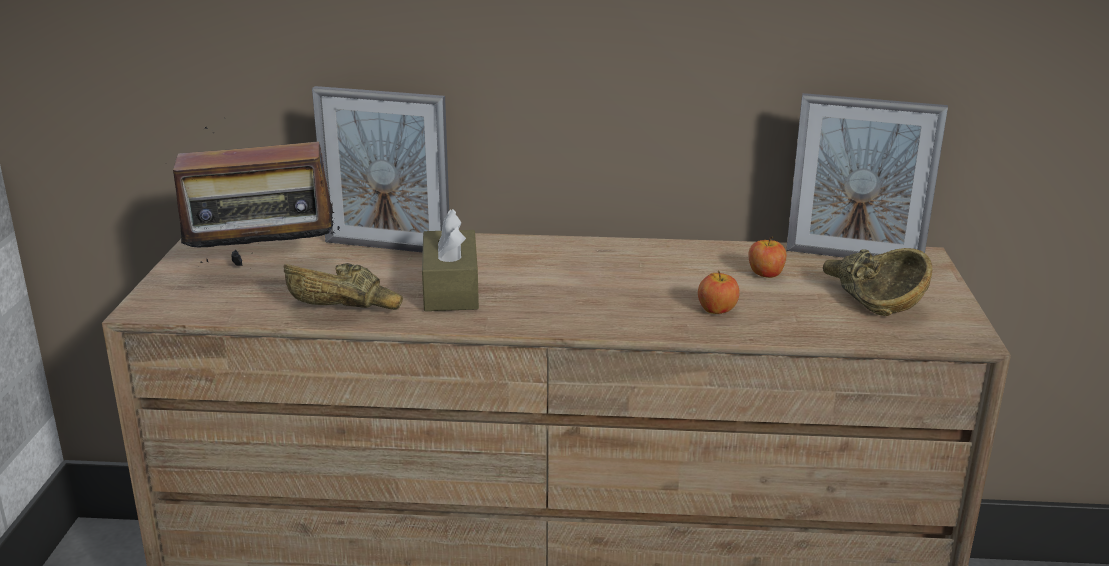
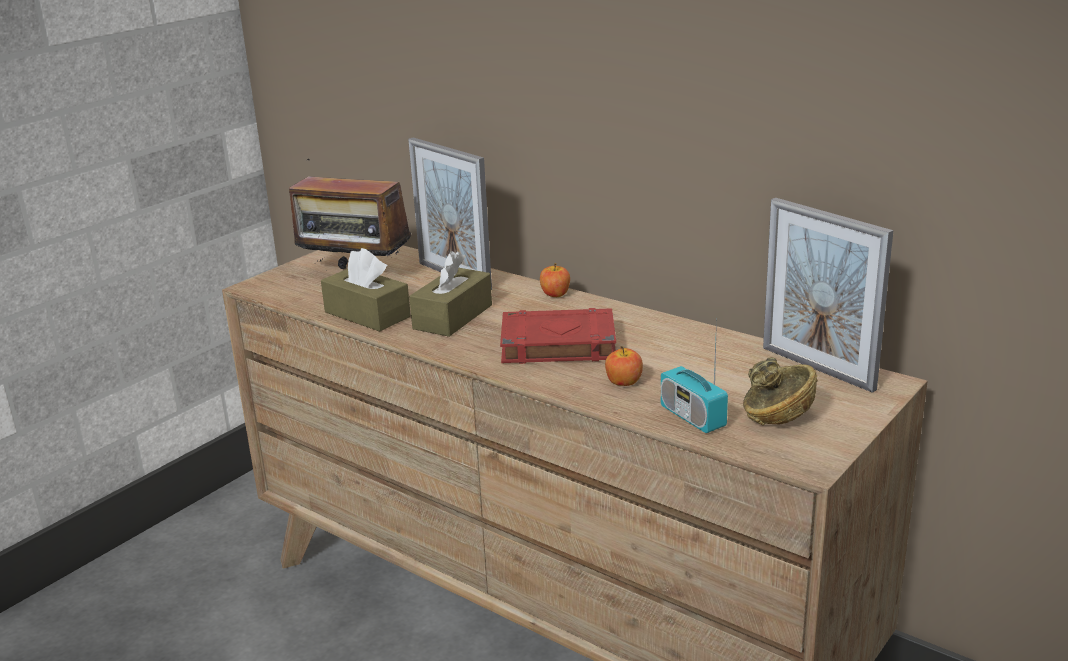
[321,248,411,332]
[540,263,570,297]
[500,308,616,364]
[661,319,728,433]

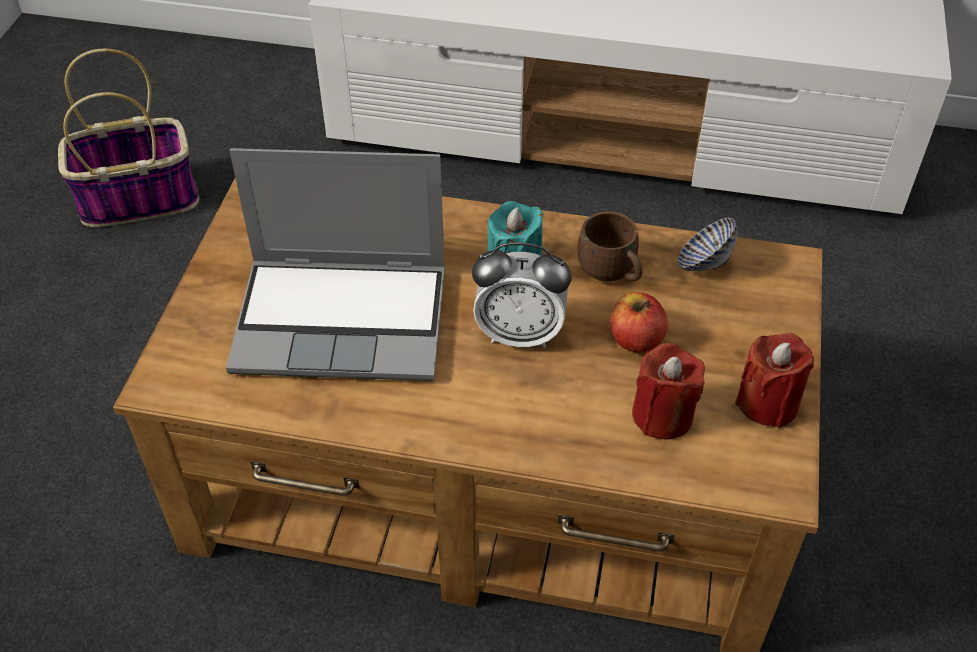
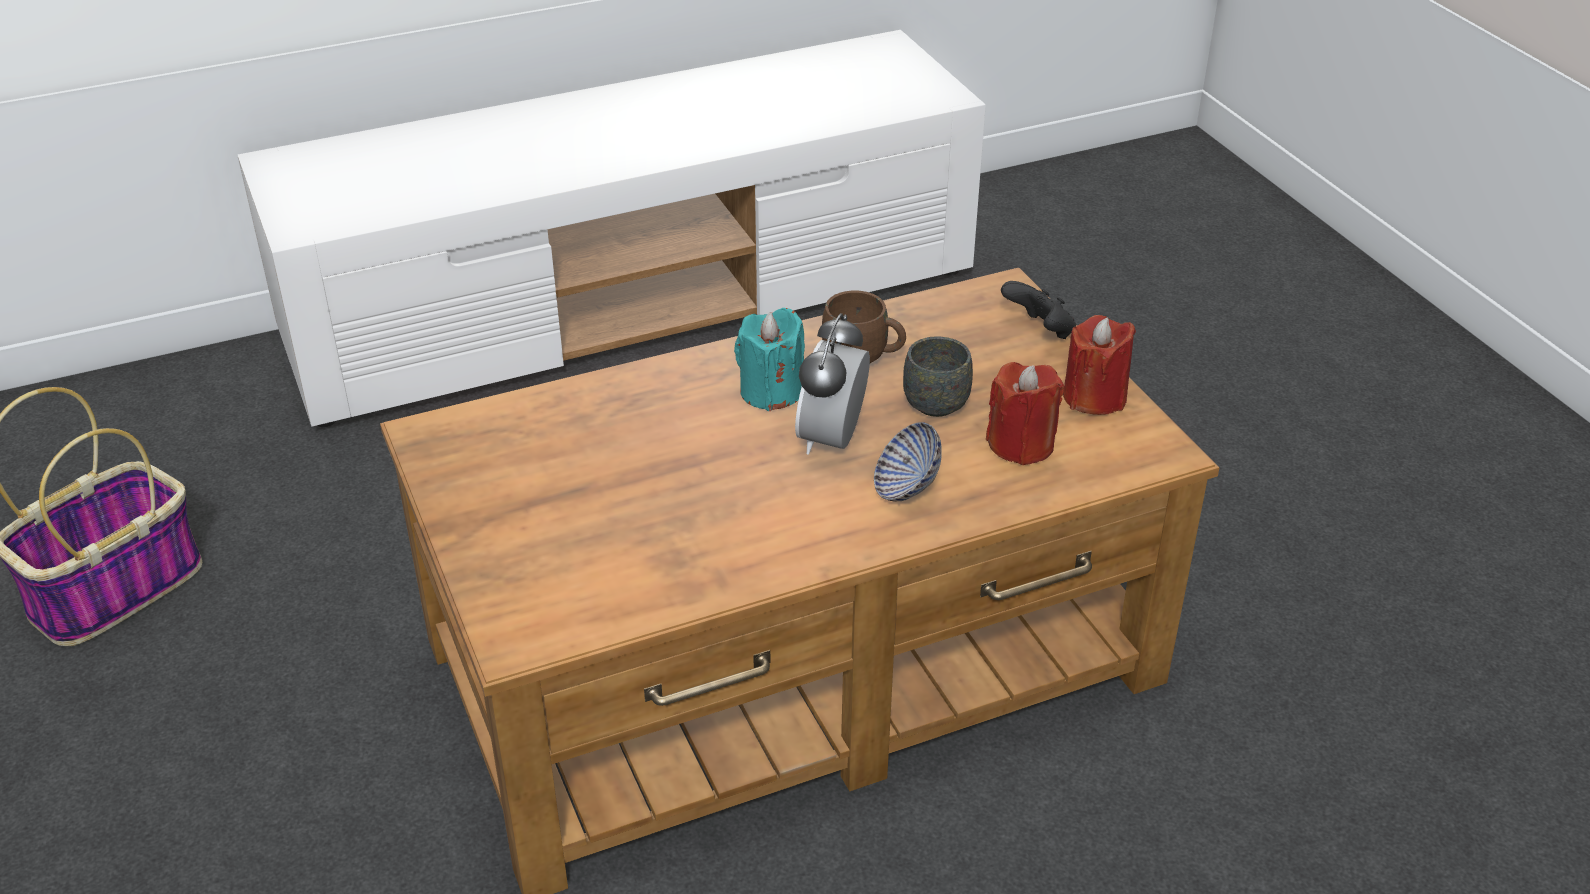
[226,148,445,381] (first image)
[795,313,870,455]
[903,336,973,417]
[874,422,942,501]
[1001,281,1076,339]

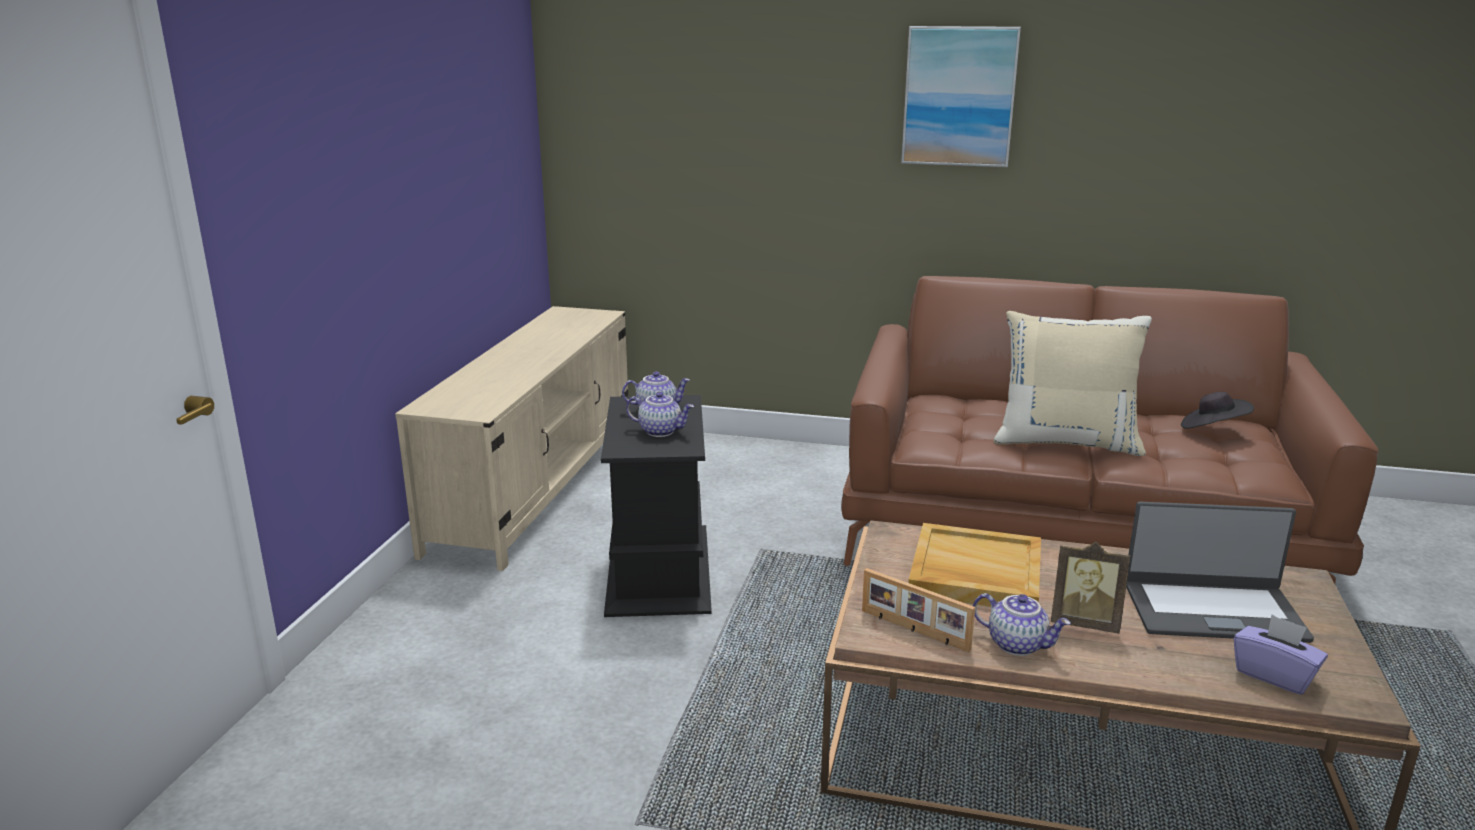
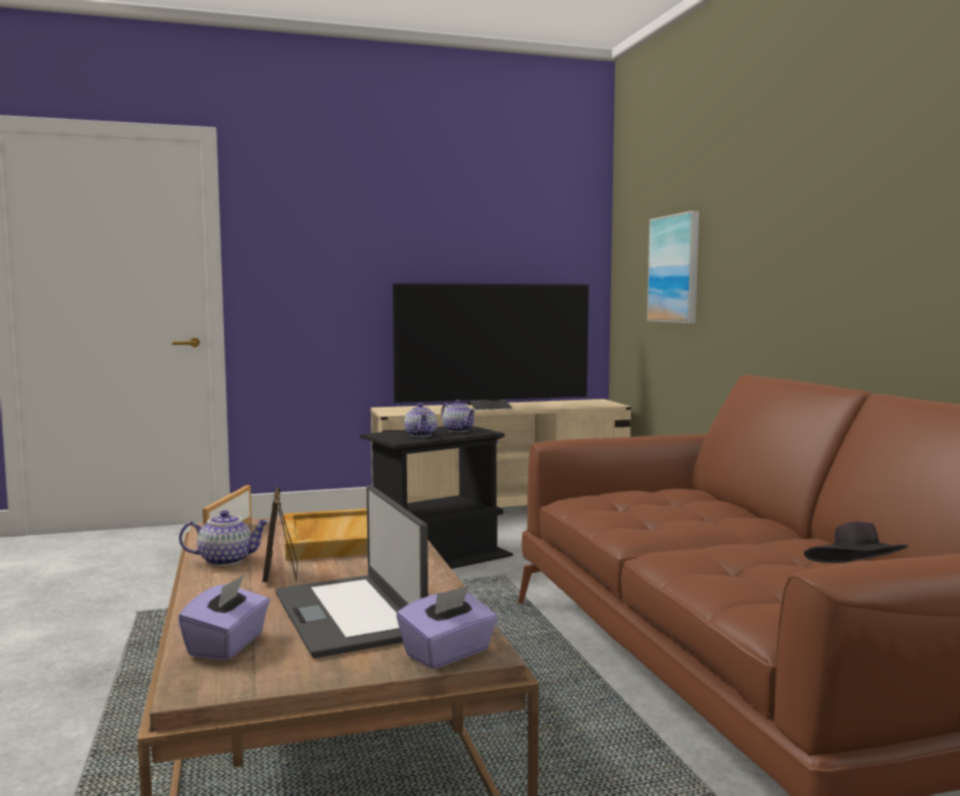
[647,211,699,323]
[179,510,270,566]
[993,311,1152,456] (first image)
[393,283,589,410]
[396,585,498,669]

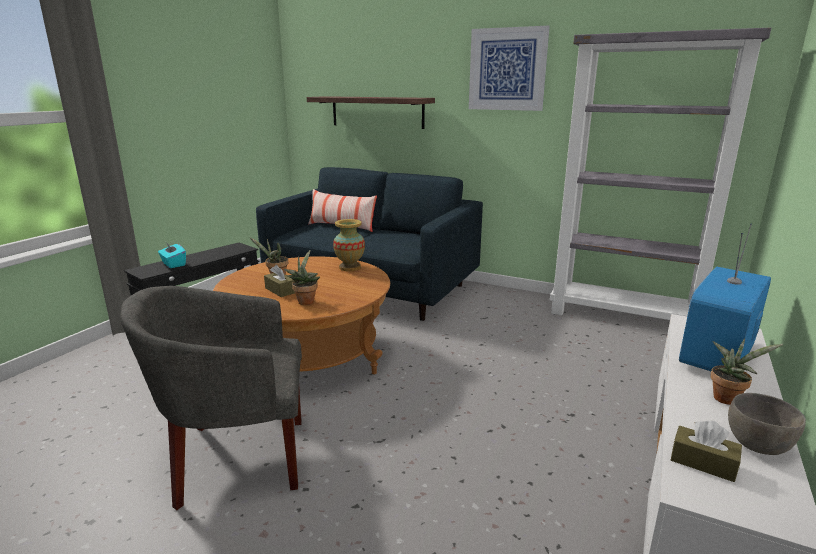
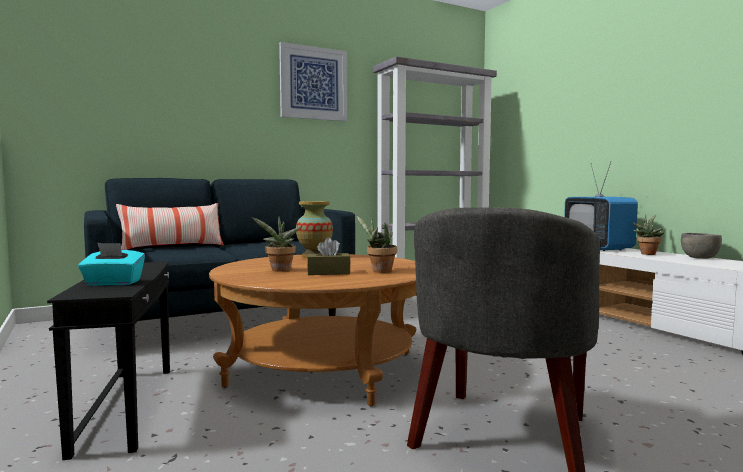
[307,96,435,129] (first image)
[671,421,742,482] (first image)

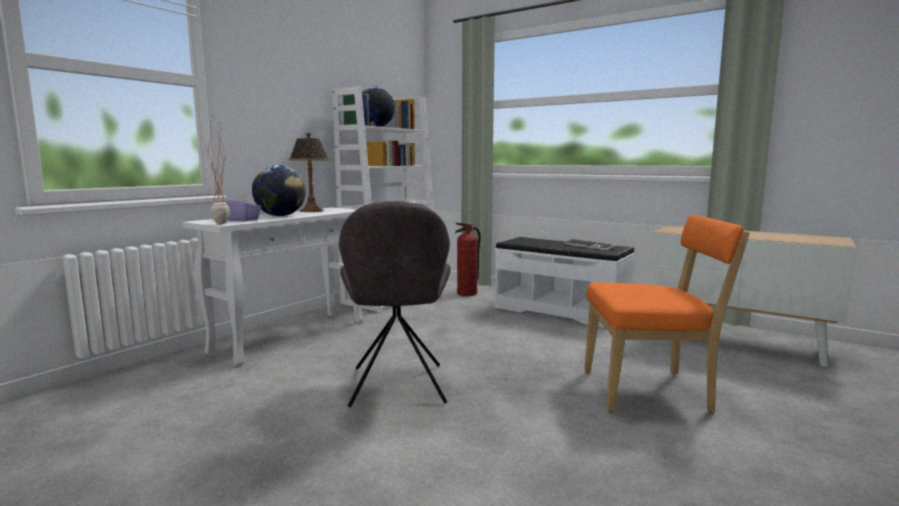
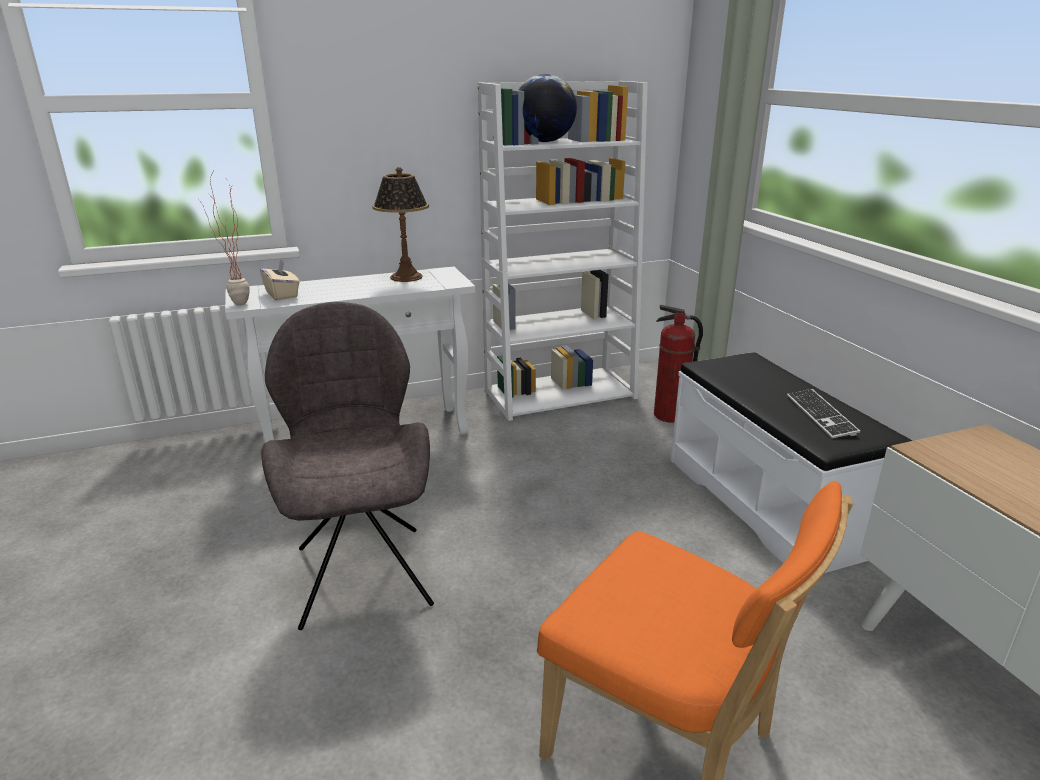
[260,259,300,301]
[252,165,306,216] (first image)
[261,302,434,630]

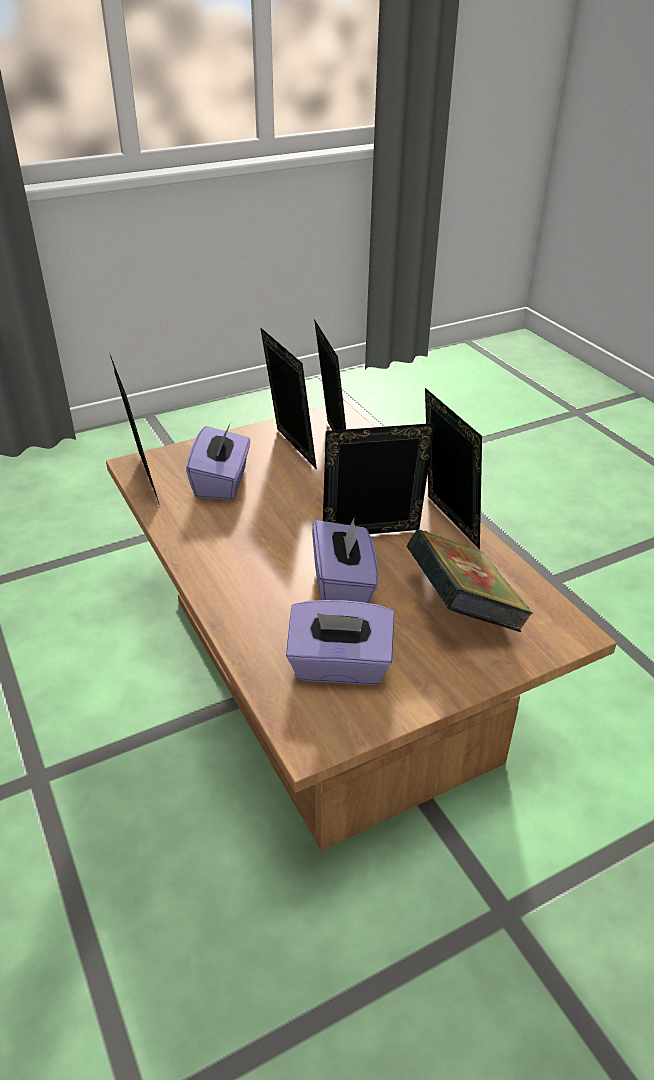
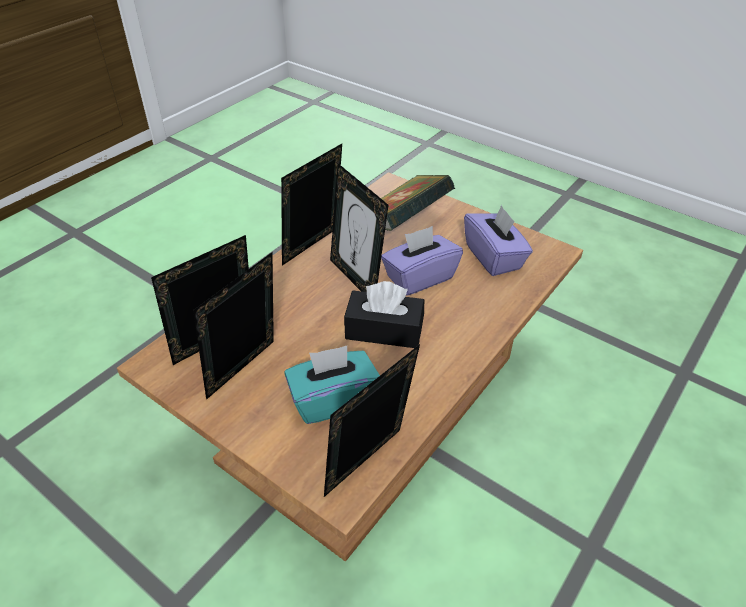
[284,346,380,424]
[344,281,424,348]

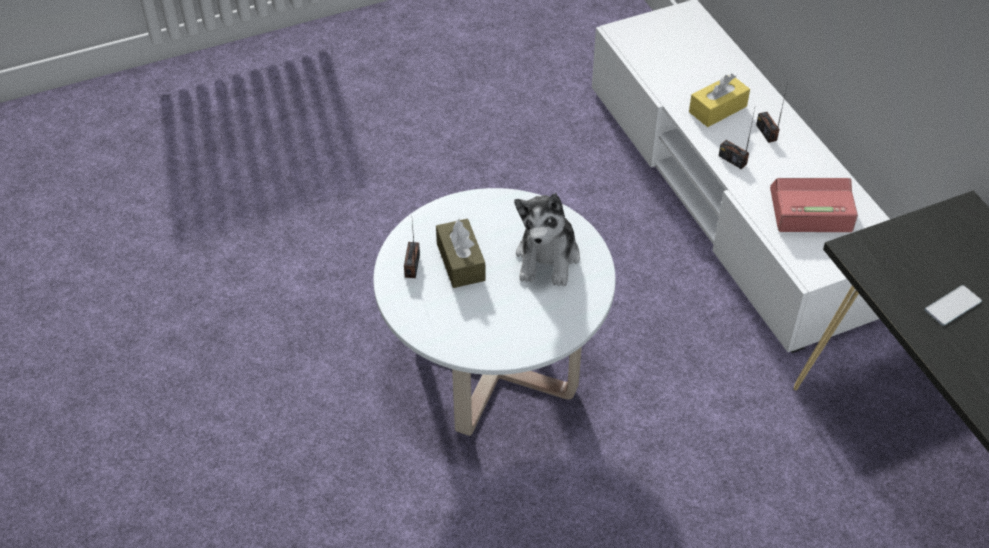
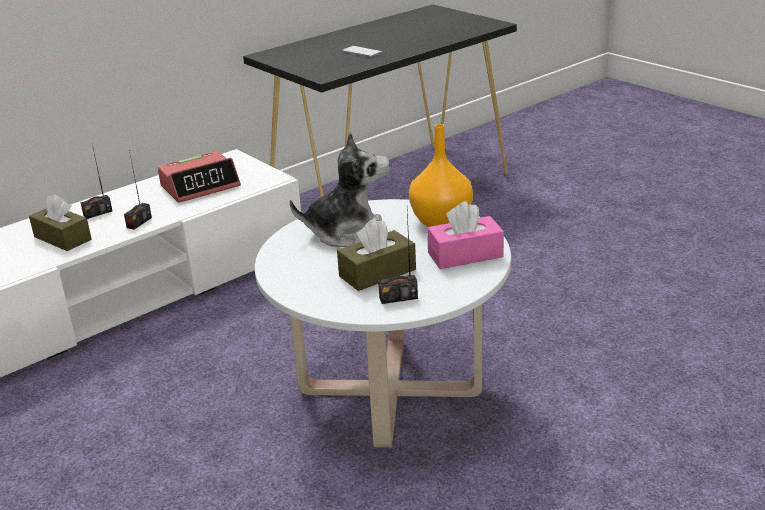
[29,194,91,251]
[158,151,241,203]
[409,124,473,227]
[427,201,504,269]

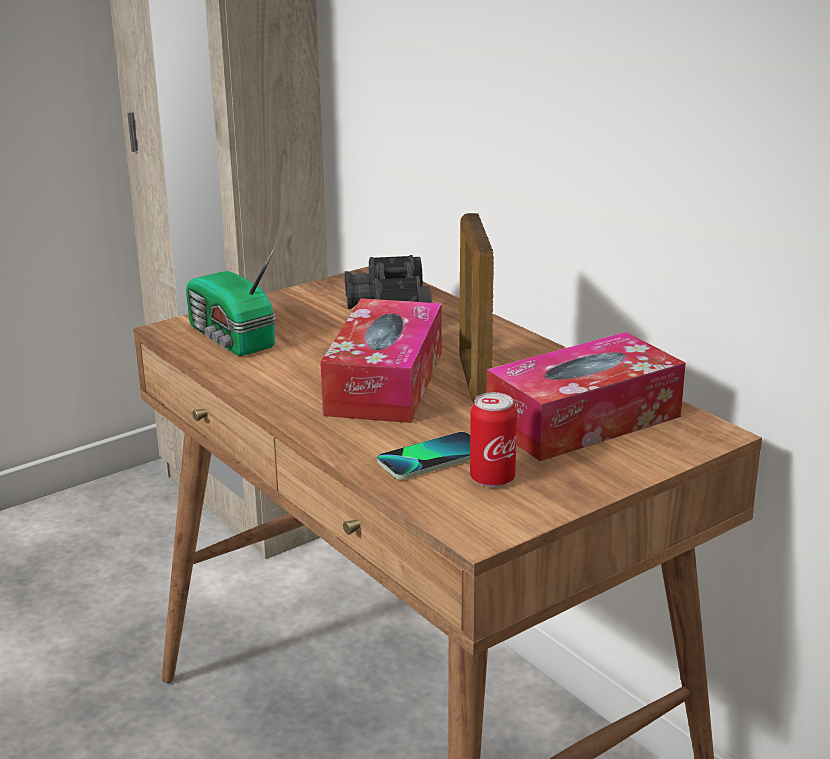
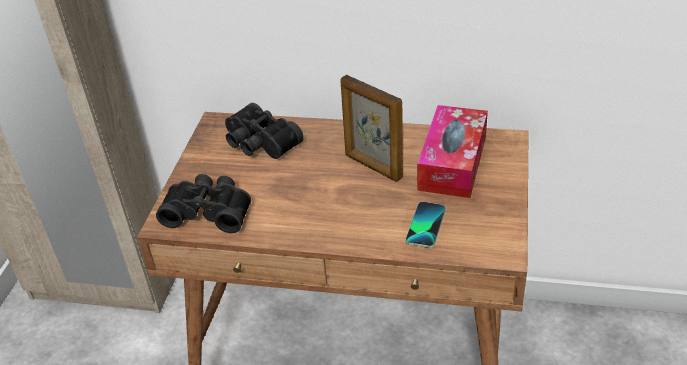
[156,174,251,233]
[320,298,442,423] (first image)
[470,392,517,487] (first image)

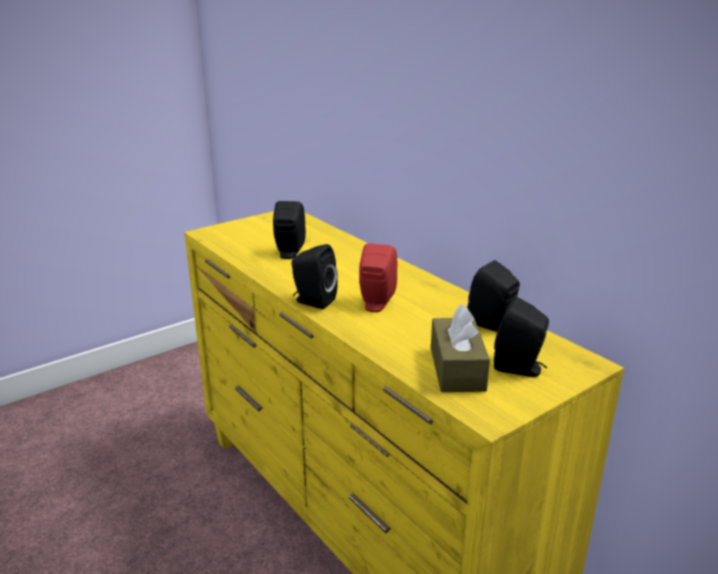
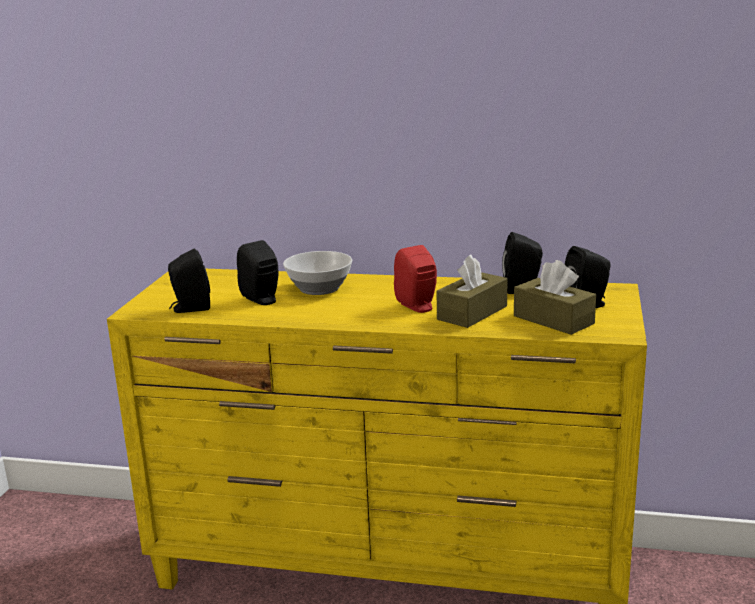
[168,248,210,313]
[283,251,352,295]
[436,255,508,328]

